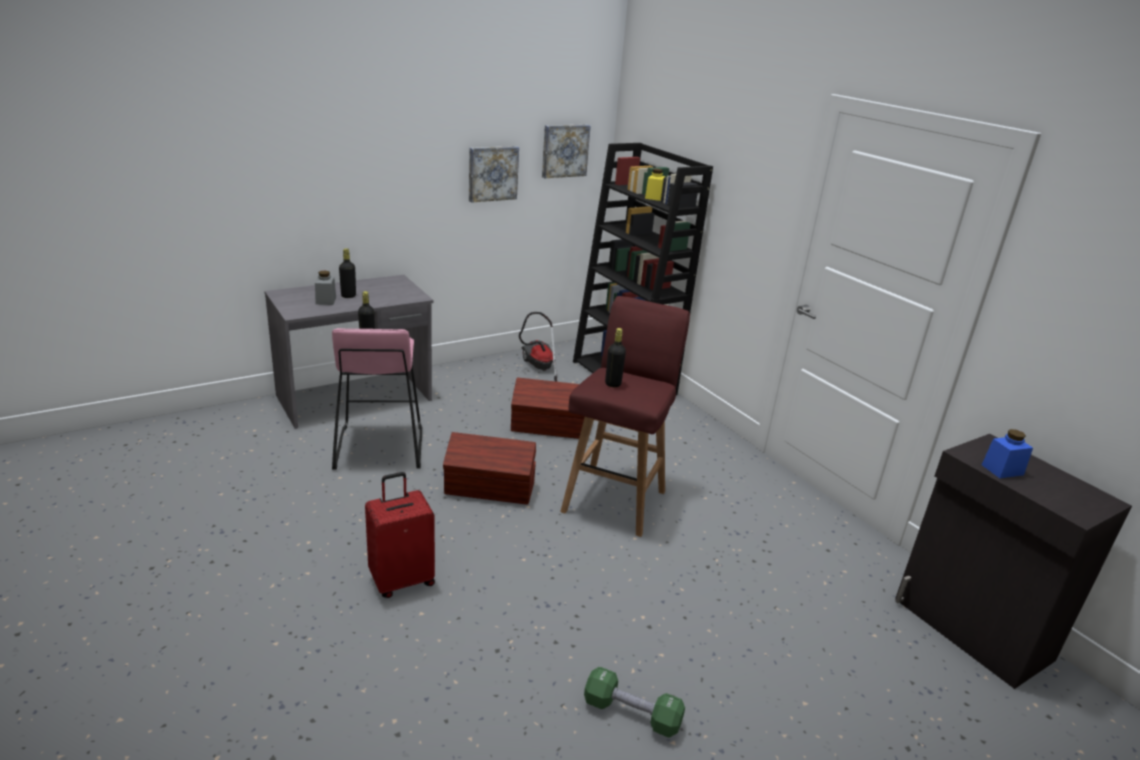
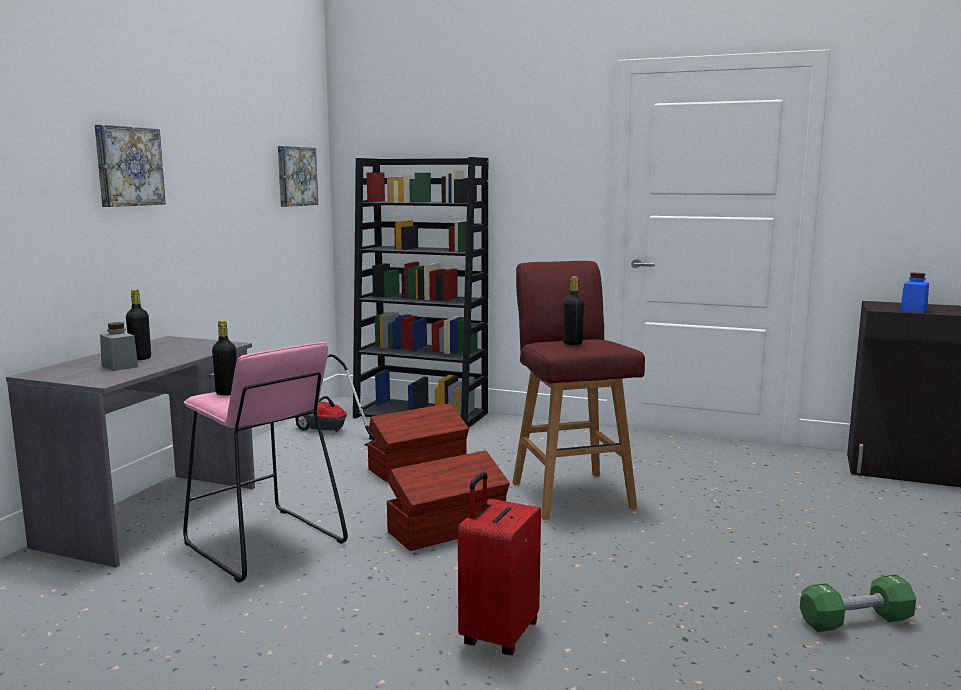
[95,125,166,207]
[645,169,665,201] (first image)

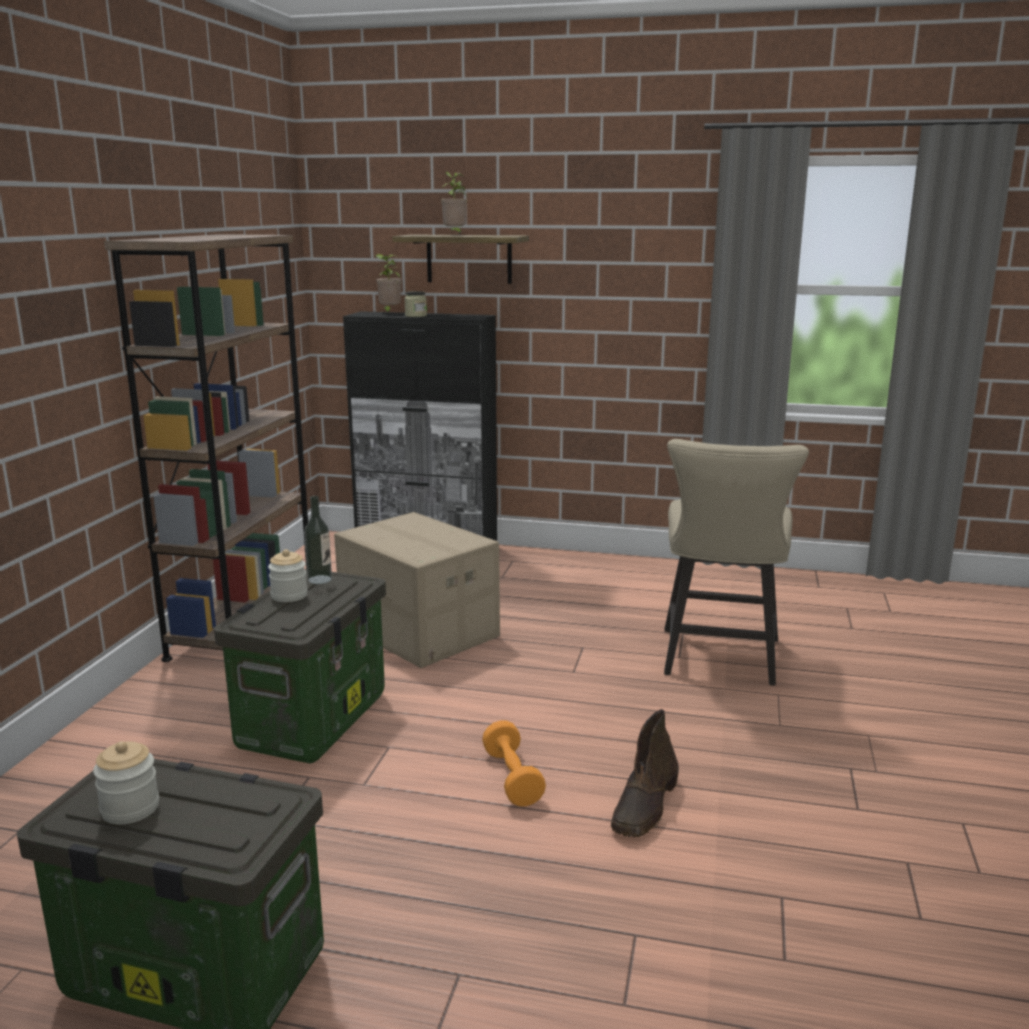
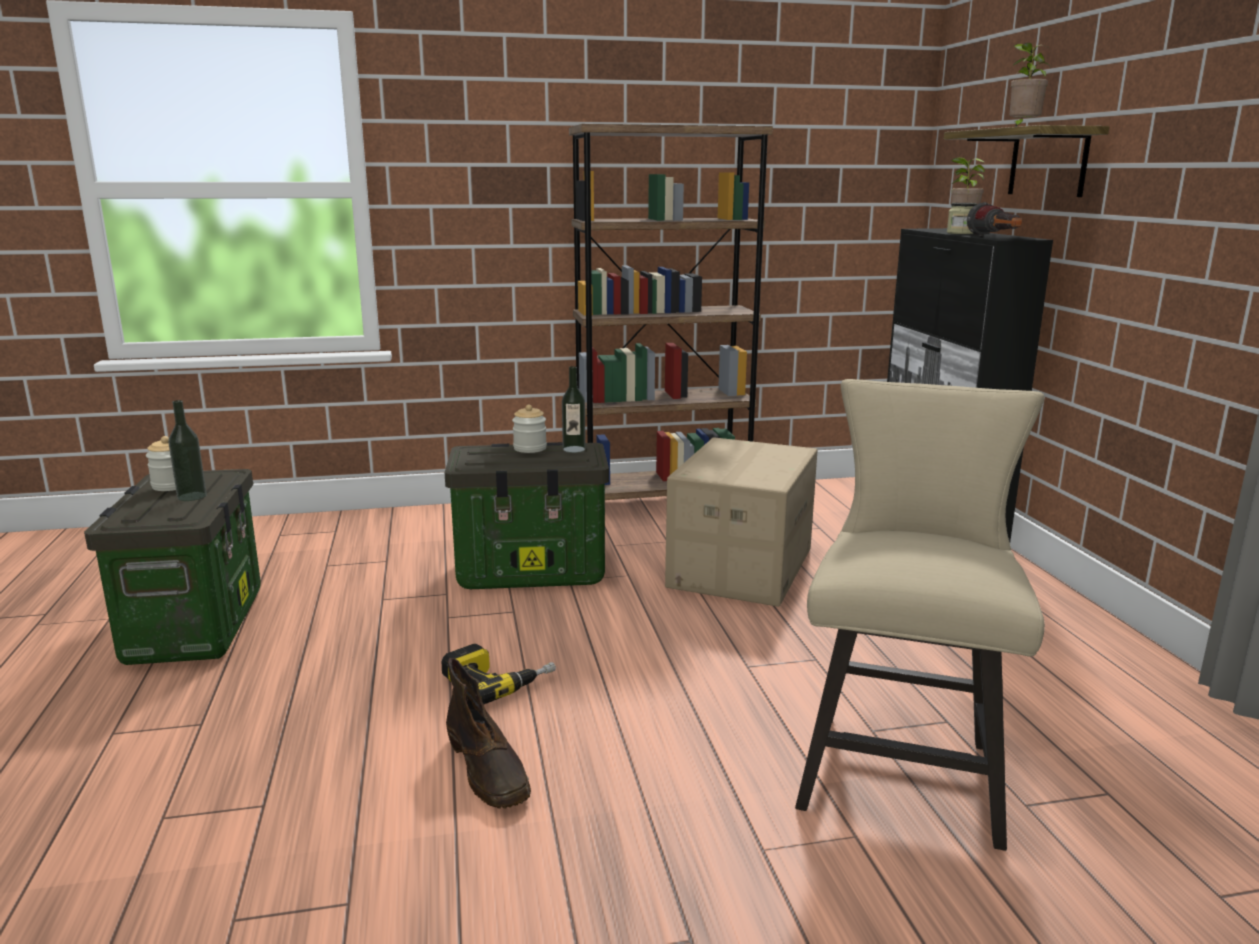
[442,644,556,704]
[446,658,531,809]
[795,379,1045,851]
[168,400,207,501]
[967,202,1022,236]

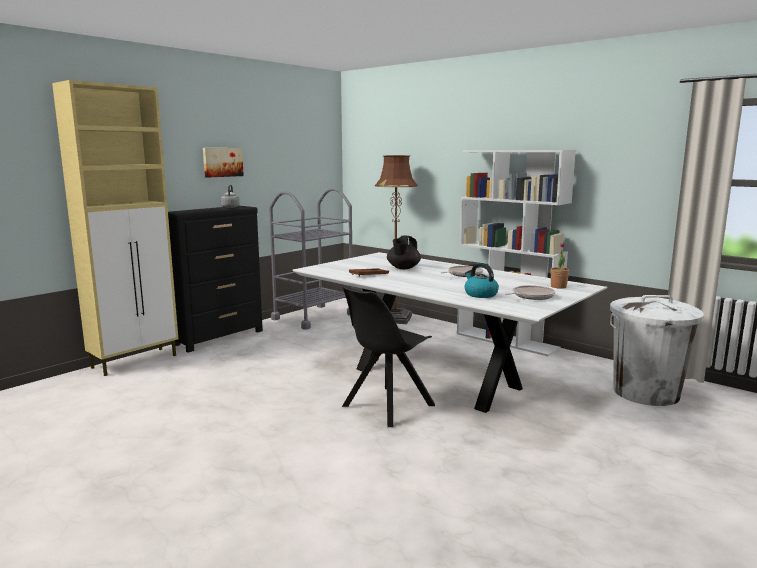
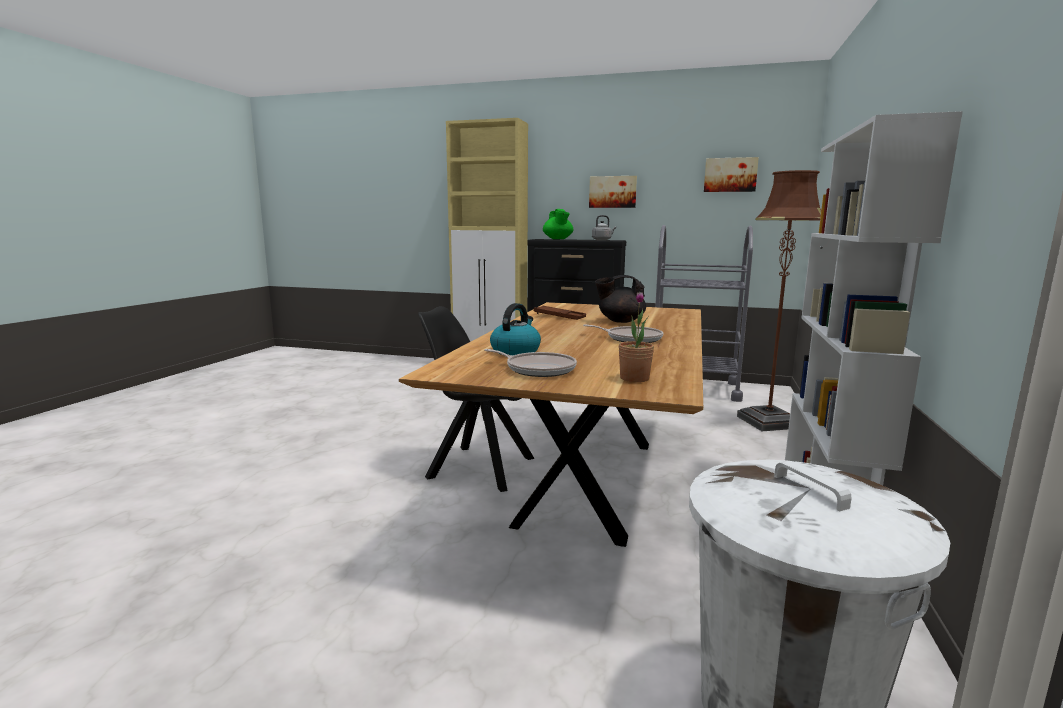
[399,302,703,547]
[543,209,573,239]
[704,157,759,192]

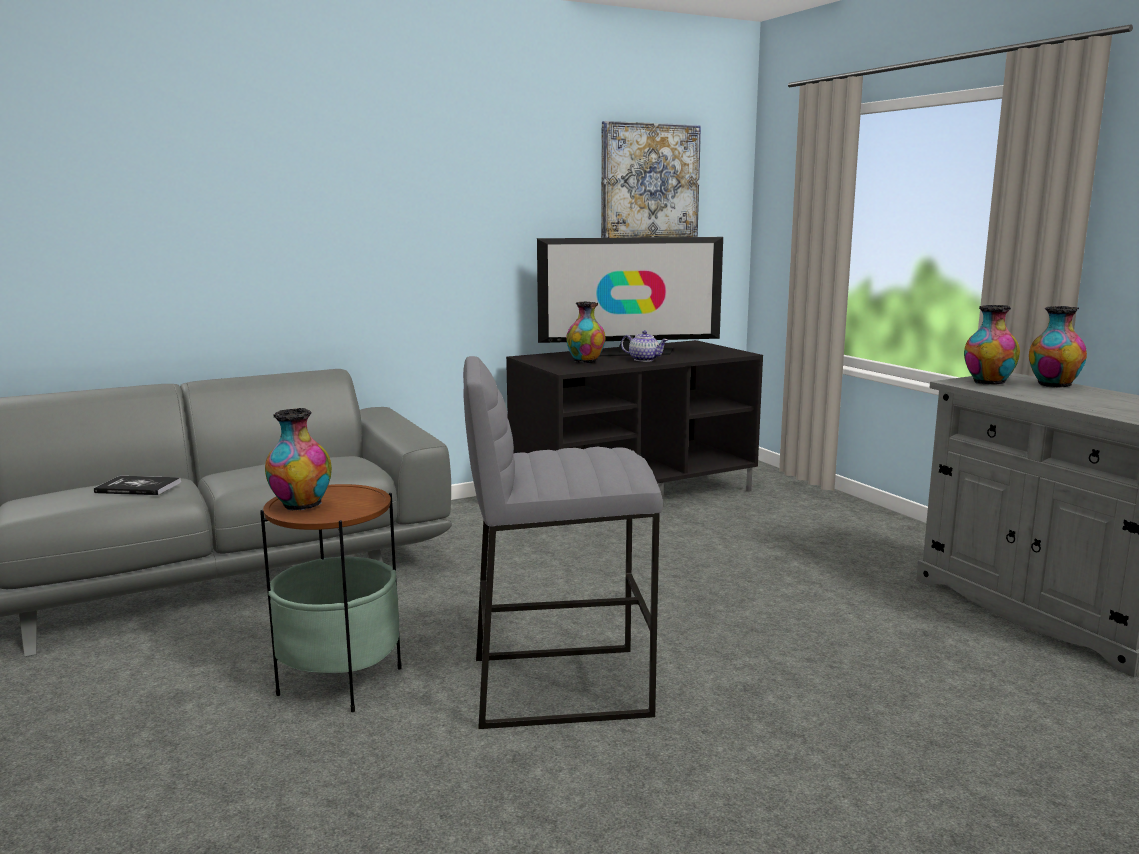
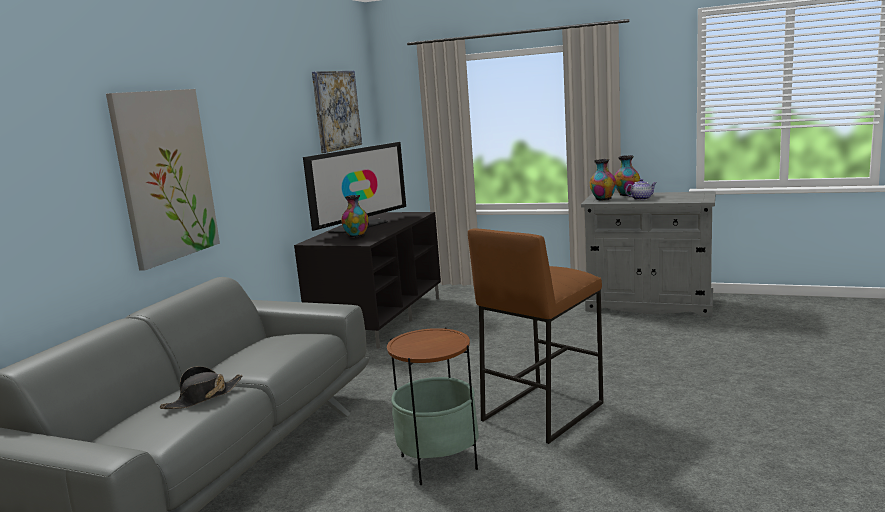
[160,366,242,409]
[265,408,332,511] (first image)
[468,229,603,444]
[625,179,657,200]
[106,89,220,271]

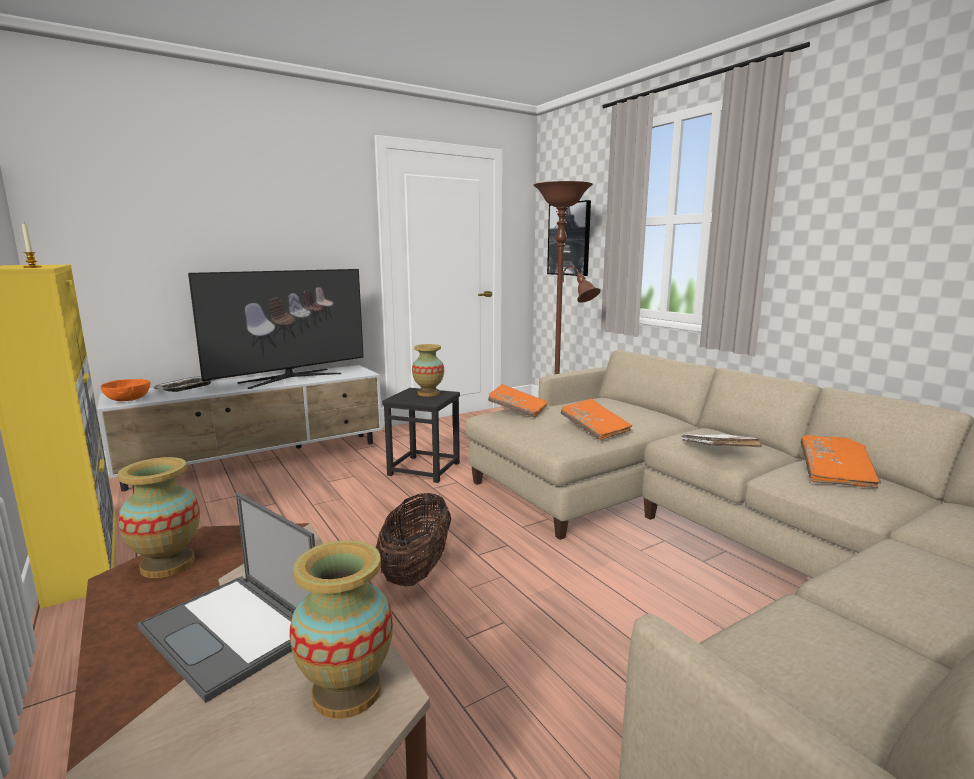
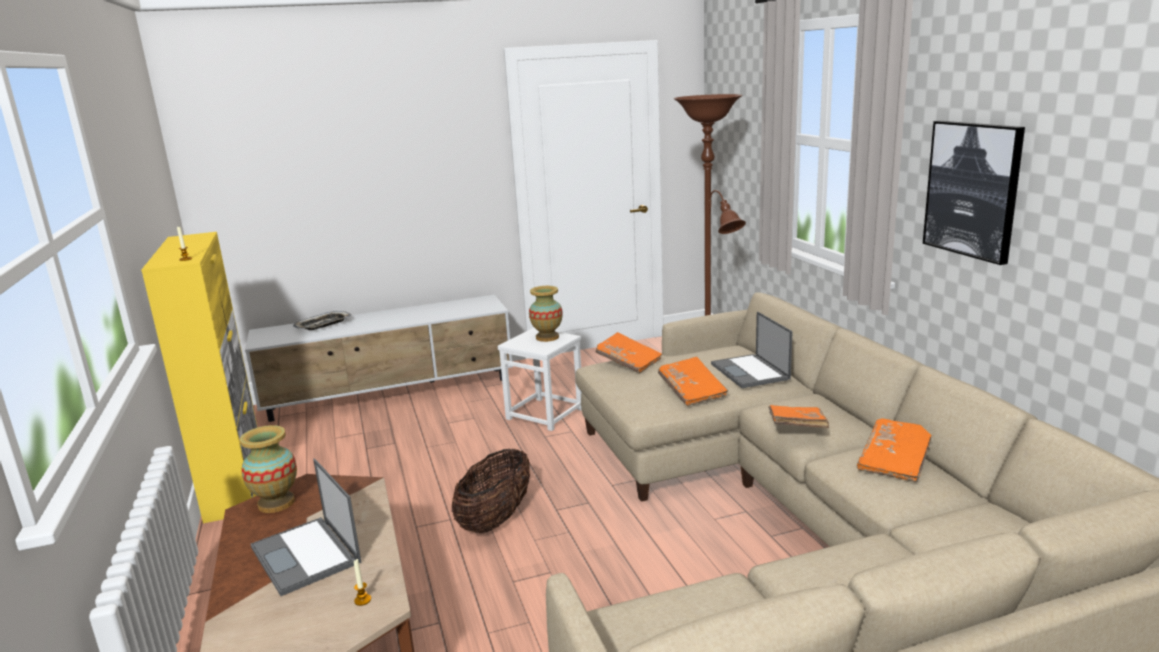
[100,379,150,401] (first image)
[188,269,364,389] (first image)
[354,559,371,606]
[498,328,582,431]
[923,121,1025,265]
[768,405,829,428]
[711,311,793,388]

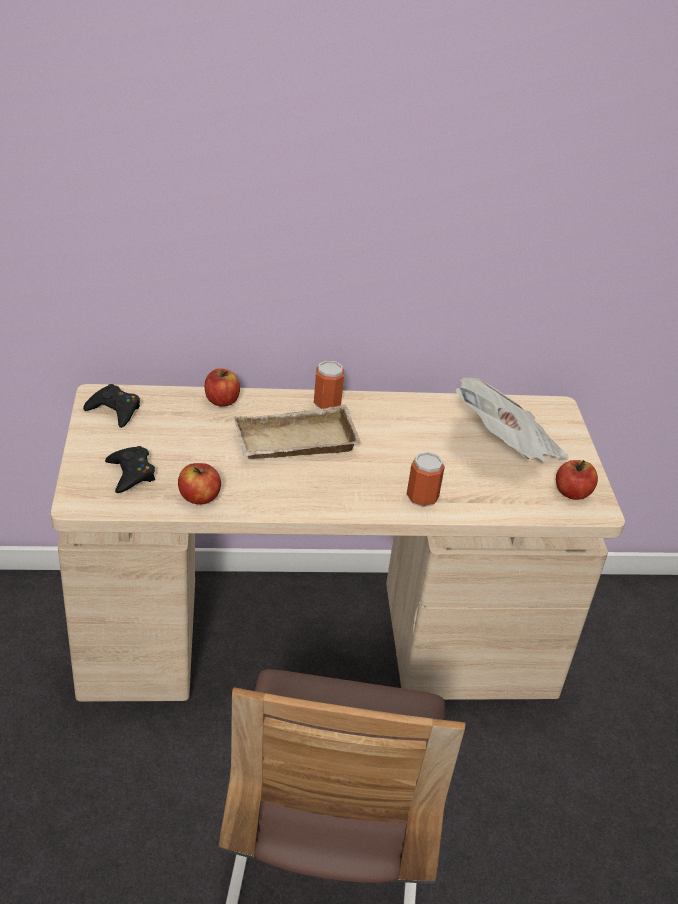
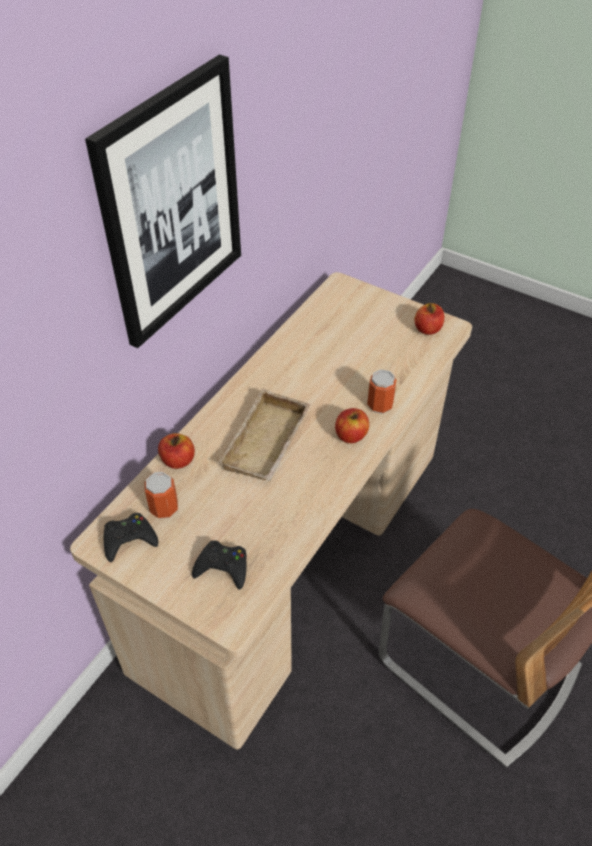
[335,408,369,443]
[145,472,178,519]
[455,377,568,462] (first image)
[85,55,241,348]

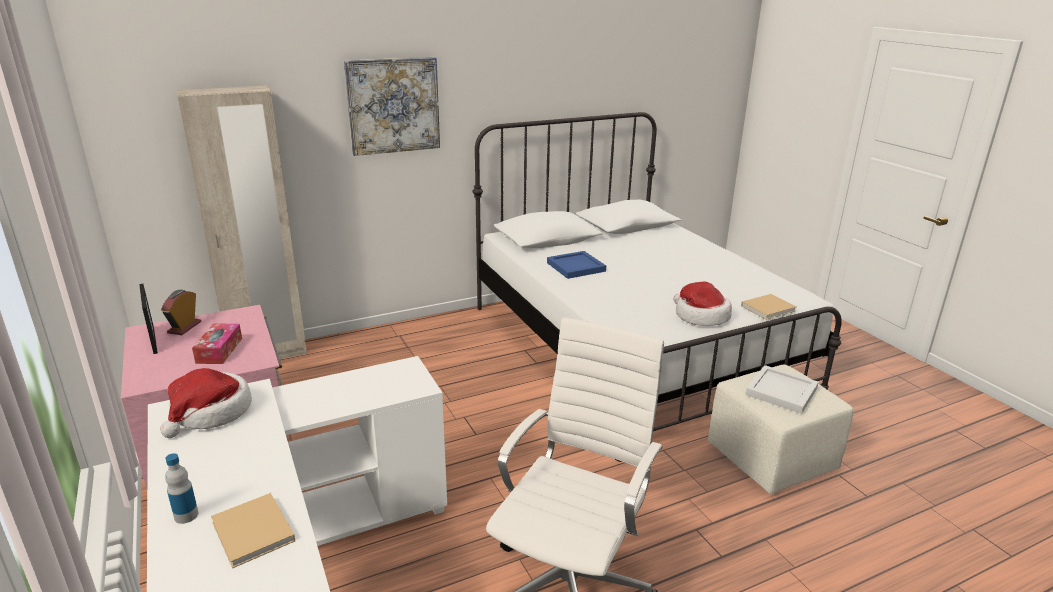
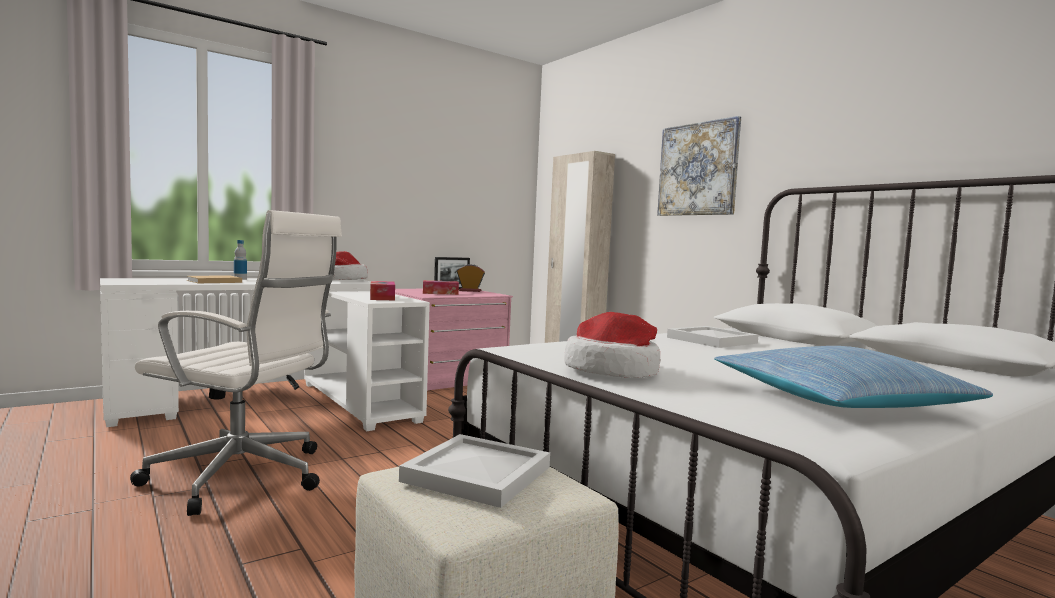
[667,326,759,348]
[741,294,797,320] (first image)
[370,281,395,300]
[714,346,993,408]

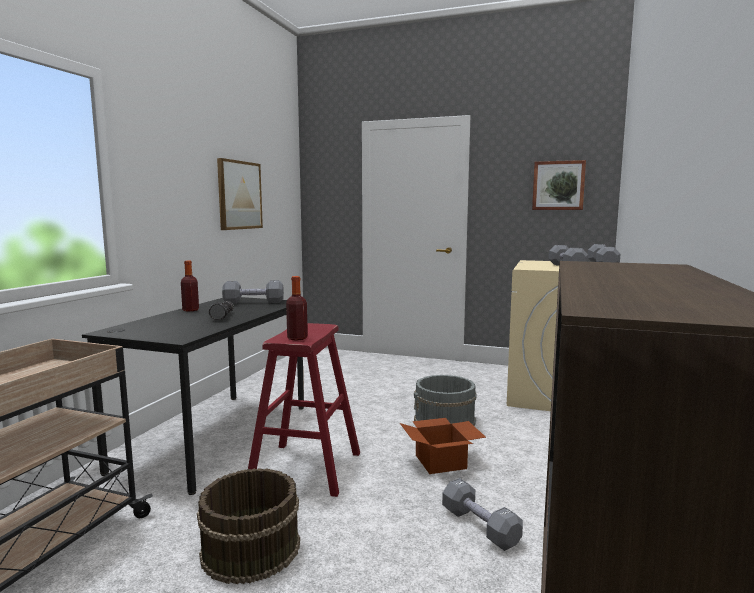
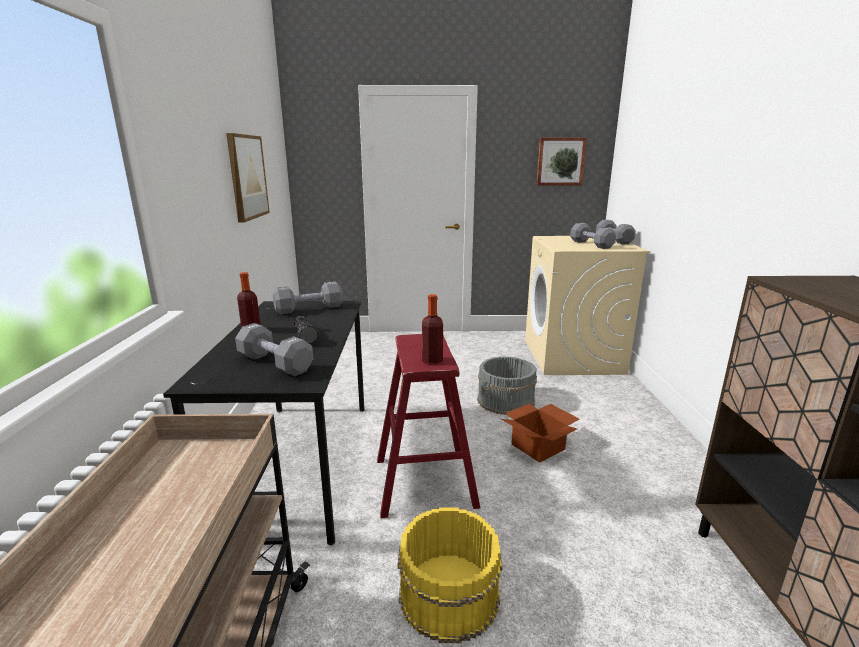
[398,507,502,643]
[235,323,313,376]

